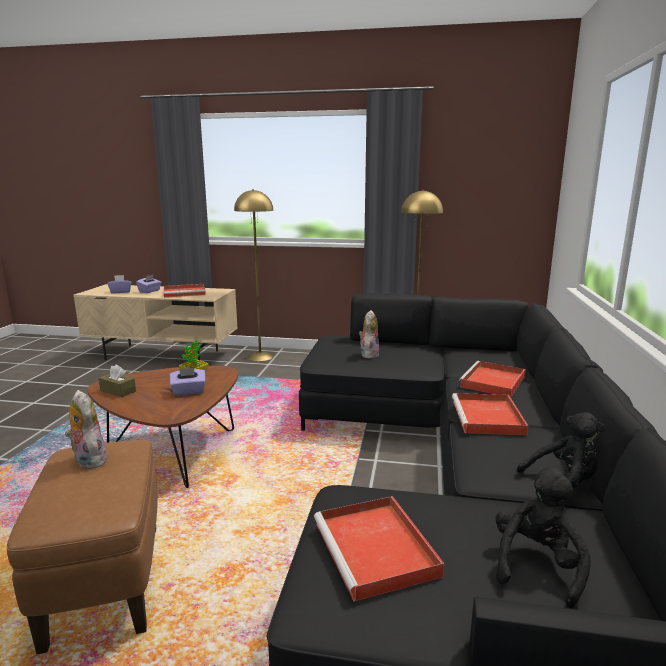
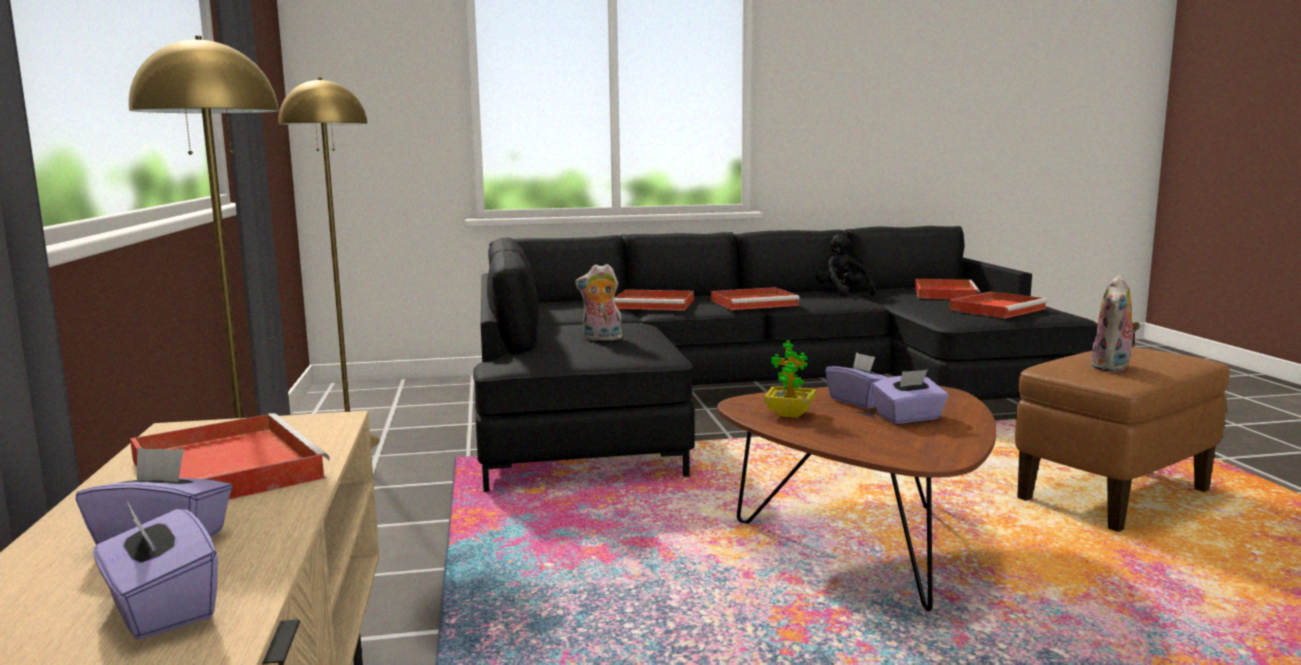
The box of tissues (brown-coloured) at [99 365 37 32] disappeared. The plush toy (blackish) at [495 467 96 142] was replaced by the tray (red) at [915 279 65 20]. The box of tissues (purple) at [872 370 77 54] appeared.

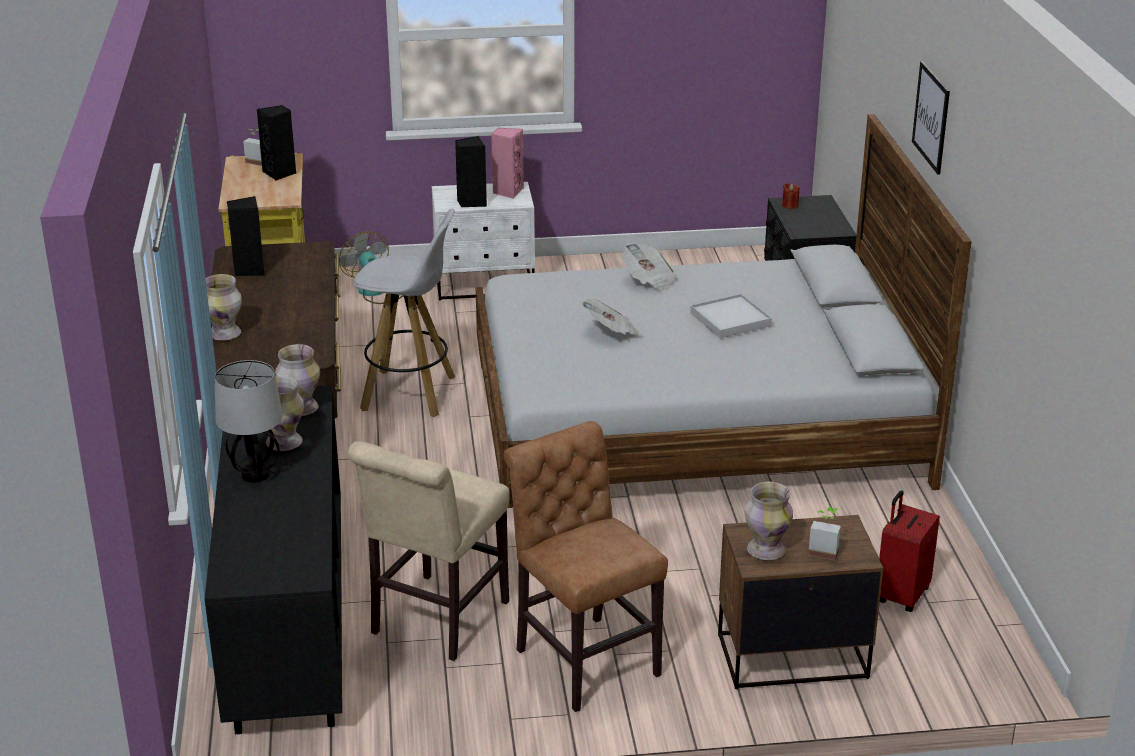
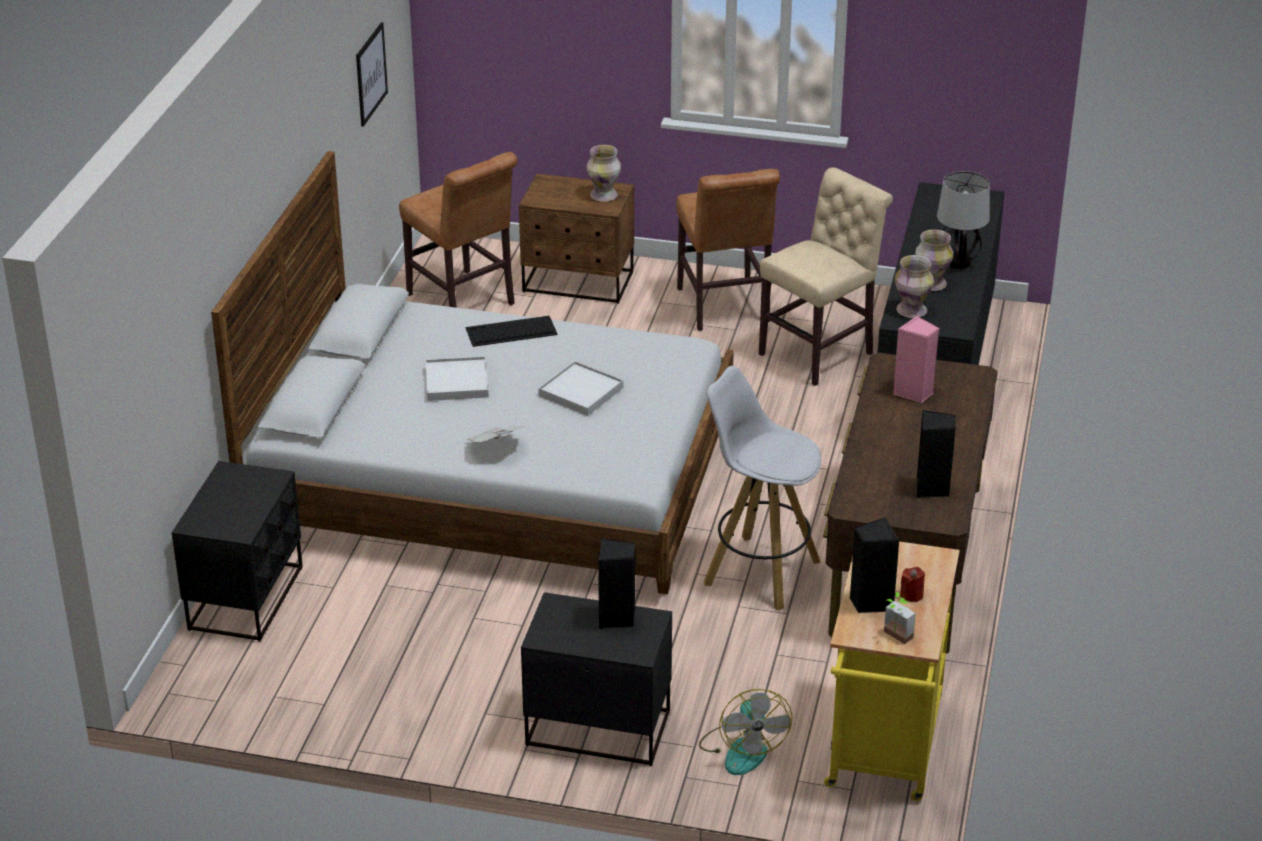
The wall art moved from [912 61 38 114] to [356 22 32 105]. The loudspeaker (pinkish) moved from [491 128 33 71] to [893 315 46 88]. The nightstand (white) at [432 182 103 118] became the nightstand (blackish) at [521 592 151 174]. The candle (red) moved from [782 183 18 26] to [900 567 25 35]. The decorative vase at [206 274 36 67] disappeared. The printed paper at [580 299 62 36] was replaced by the tray (white) at [538 361 85 55]. The suitcase (red) at [879 490 61 122] was replaced by the plain chair (brown-coloured) at [399 152 119 156]. The plant in a pot at [808 507 33 53] disappeared. The keyboard at [465 316 93 31] appeared.

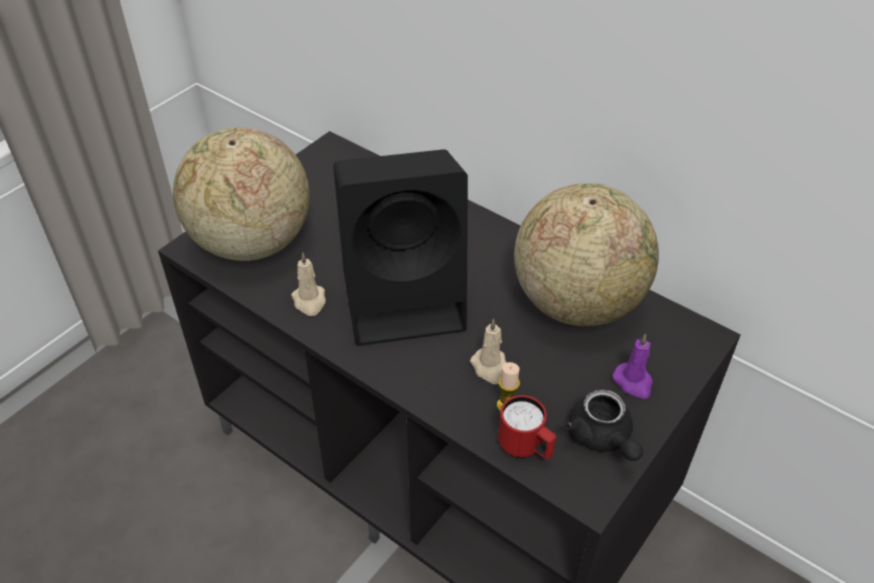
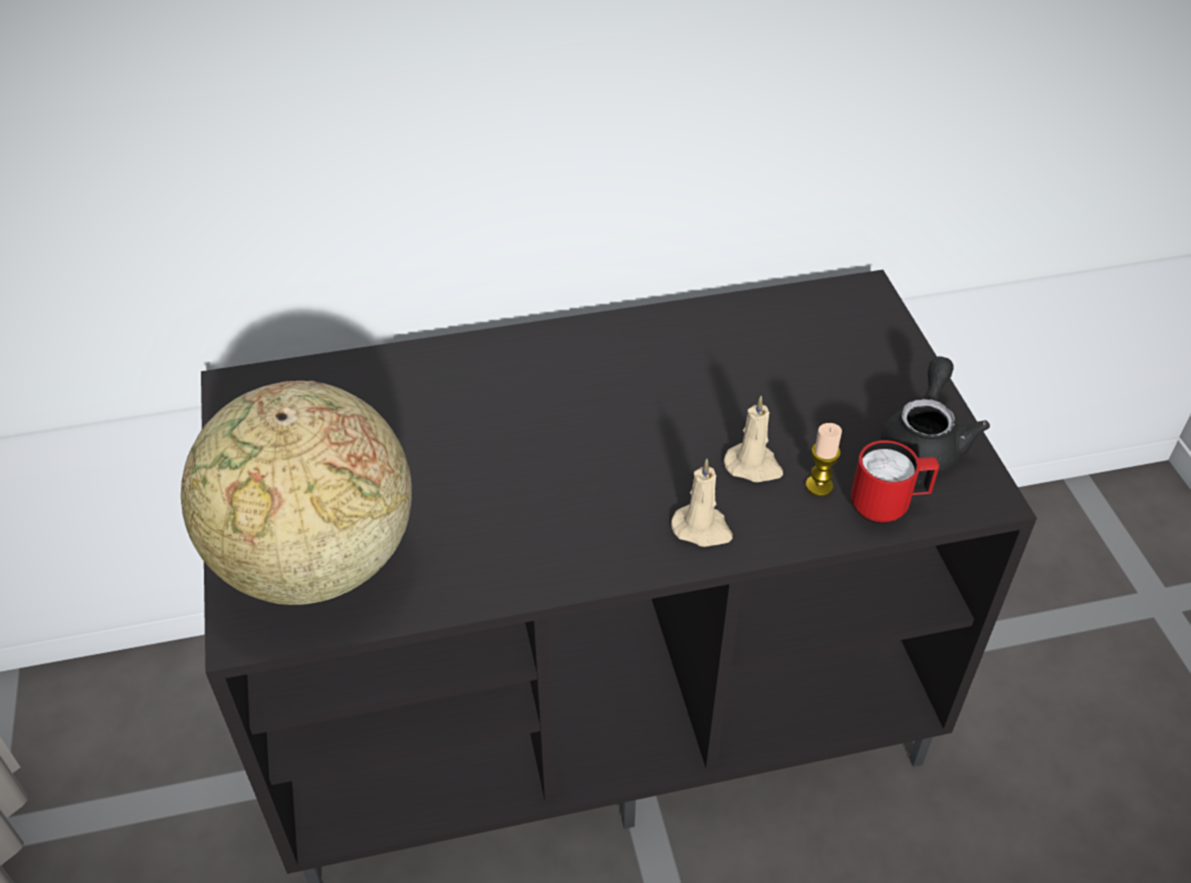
The loudspeaker (blackish) at [333 149 135 197] disappeared. The world globe at [514 183 145 143] disappeared. The candle (beige-coloured) moved from [291 252 35 64] to [671 459 62 88]. The candle (purple) at [613 334 40 65] disappeared. The tea pot (blackish) at [565 389 78 72] turned 90 degrees counterclockwise.

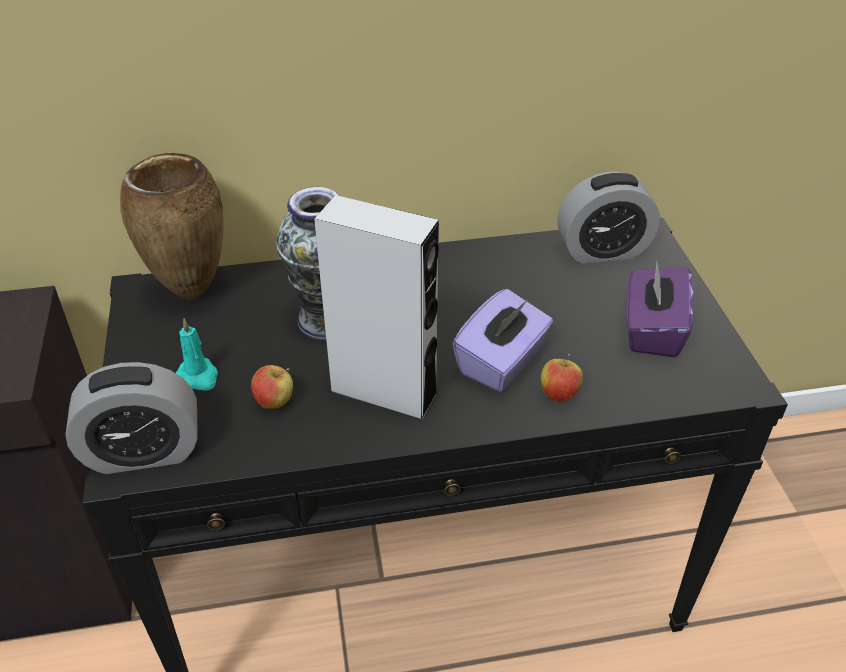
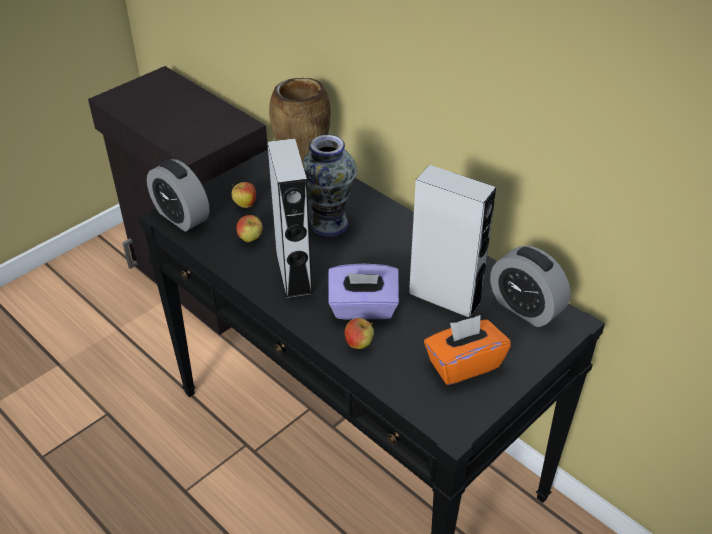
The box of tissues (purple) at [626 262 68 95] became the box of tissues (orange-coloured) at [424 315 87 70]. The candle (blue-green) at [176 319 42 72] was replaced by the apple at [231 182 25 26]. The loudspeaker (grey) at [408 165 88 154] appeared.

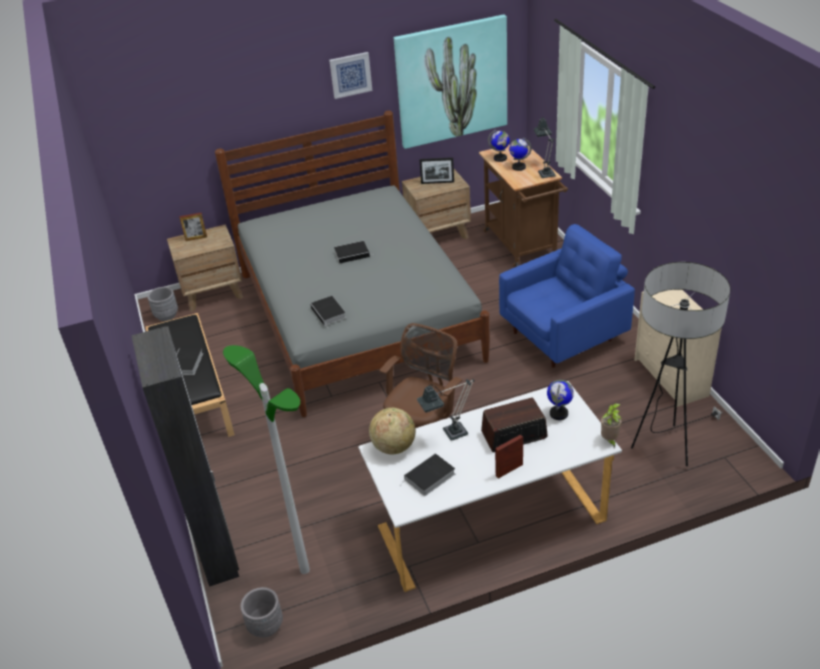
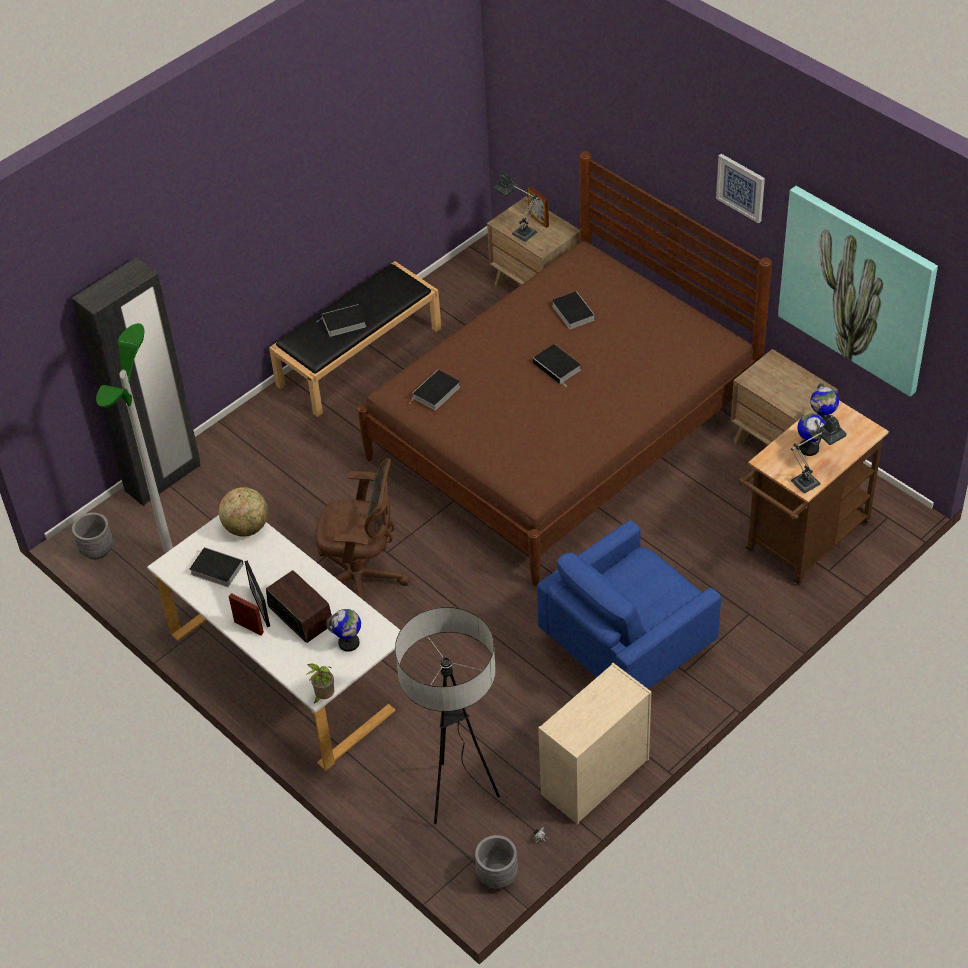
The bed (grey) at [215 111 275 306] became the bed (brown-coloured) at [358 151 414 435]. The standing frame moved from [420 157 34 27] to [244 560 26 67]. The armchair (bluish) at [499 224 136 144] turned 105 degrees clockwise. The planter (grey) moved from [147 287 31 34] to [475 835 43 53]. The table lamp moved from [417 379 57 62] to [492 172 48 70]. The bound book at [552 291 43 38] appeared.

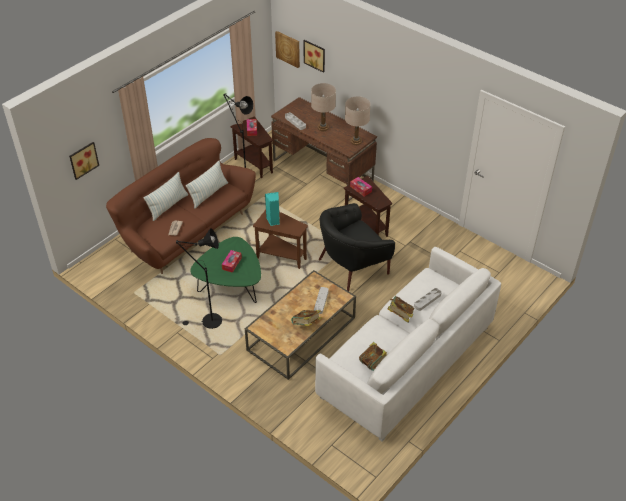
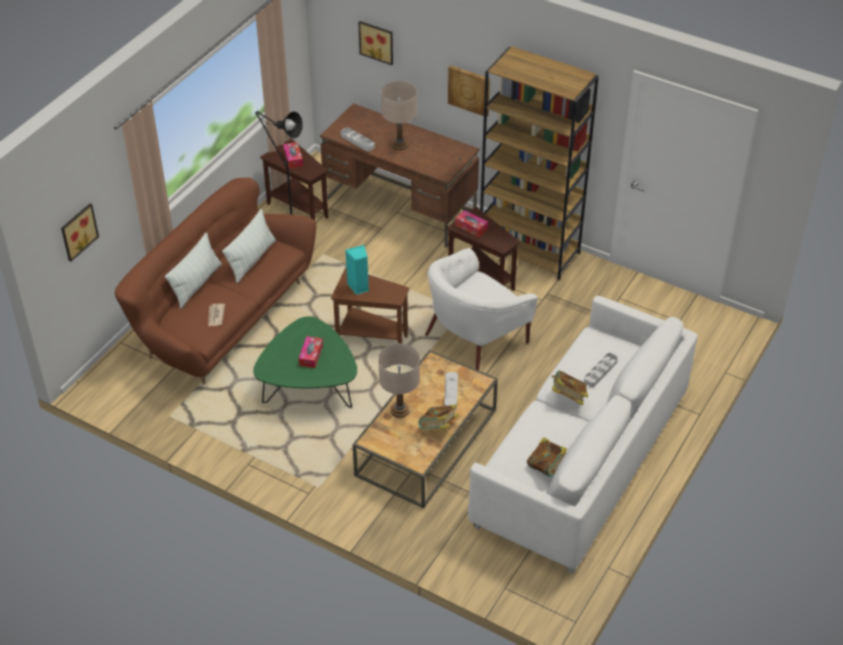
The wall art moved from [275 31 25 37] to [448 65 42 51]. The table lamp (beige-coloured) moved from [345 96 26 49] to [378 343 42 75]. The armchair (blackish) at [319 203 76 88] became the armchair (white) at [425 248 113 123]. The standard lamp (blackish) at [176 228 46 101] disappeared. The shelving unit (brown-coloured) at [479 46 120 234] appeared.

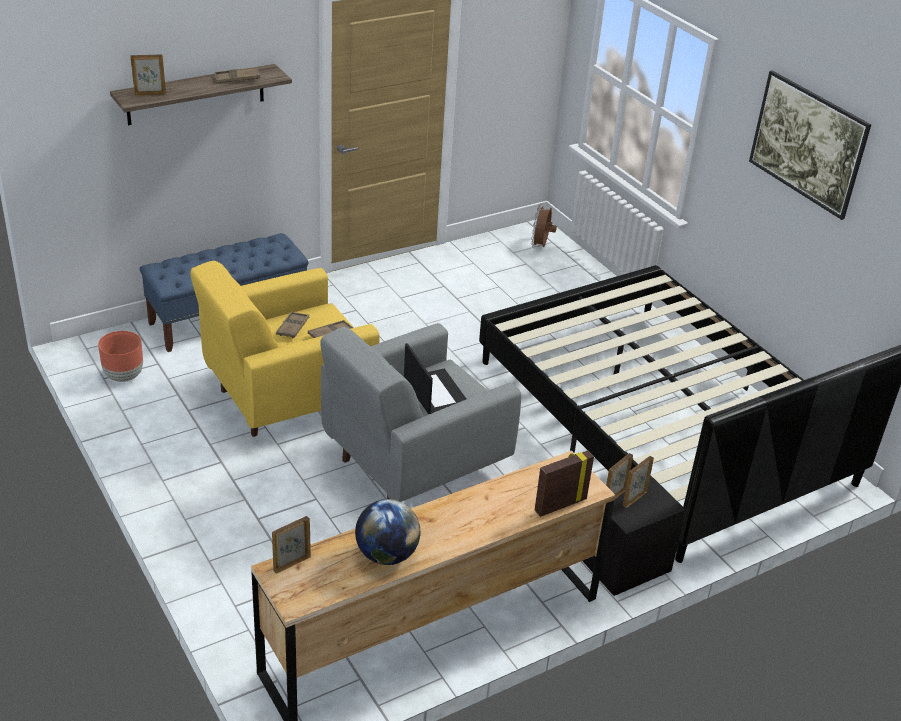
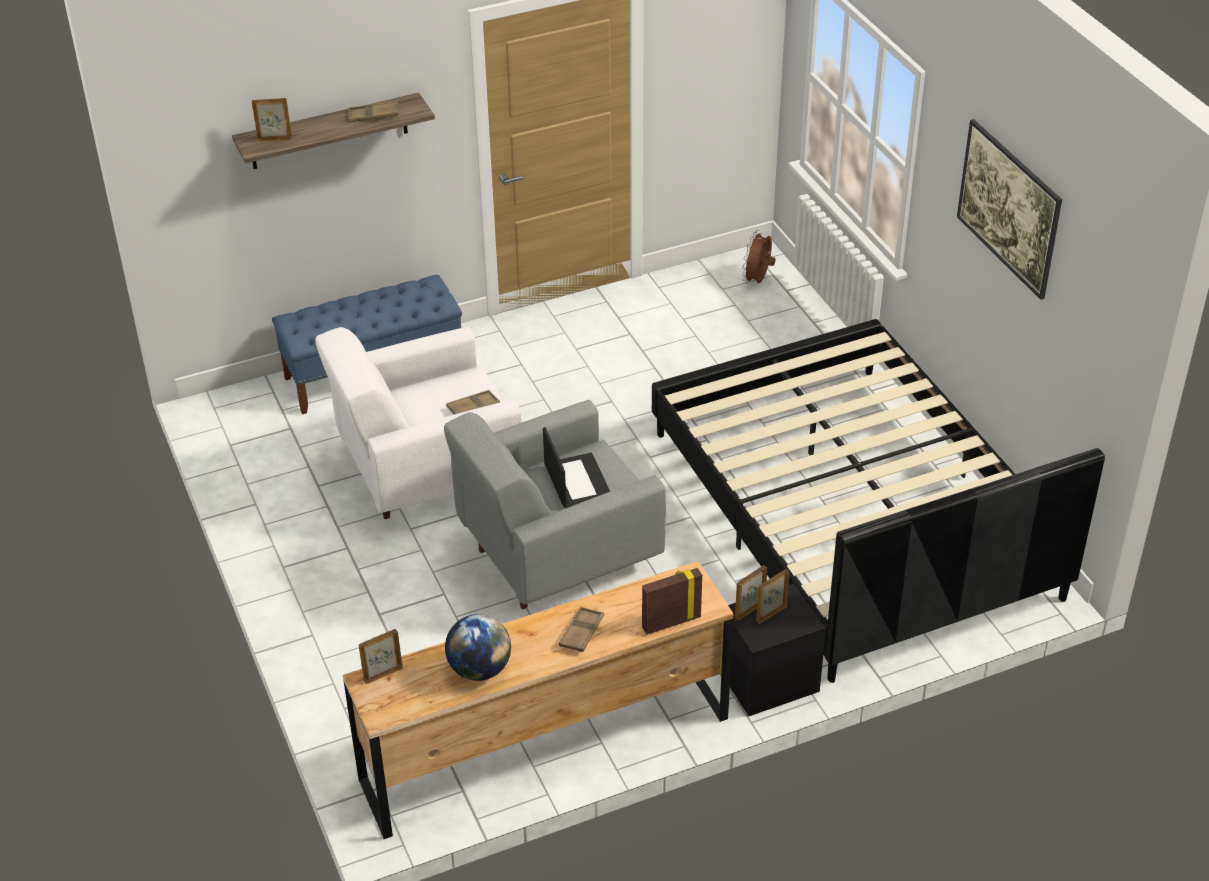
The armchair (yellowish) at [190 261 189 176] became the armchair (white) at [315 327 207 192]. The tray (brown-coloured) moved from [276 312 33 26] to [559 606 45 46]. The planter (brown-coloured) at [98 331 45 51] disappeared.

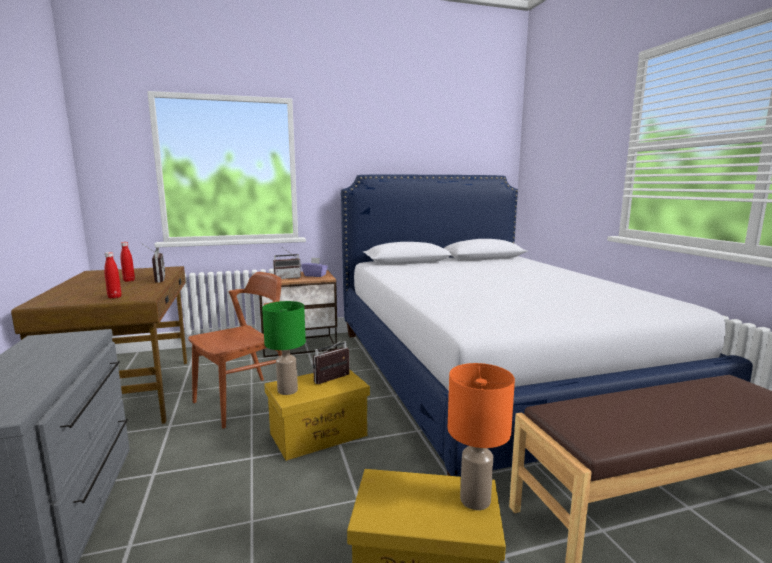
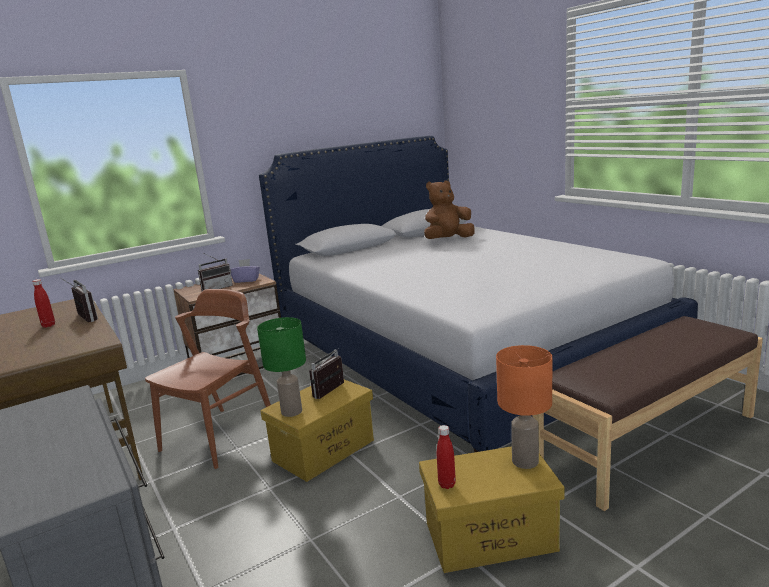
The drink bottle (red) moved from [104 252 17 46] to [437 425 19 64]. The plush toy (brown-coloured) at [424 181 51 58] appeared.

